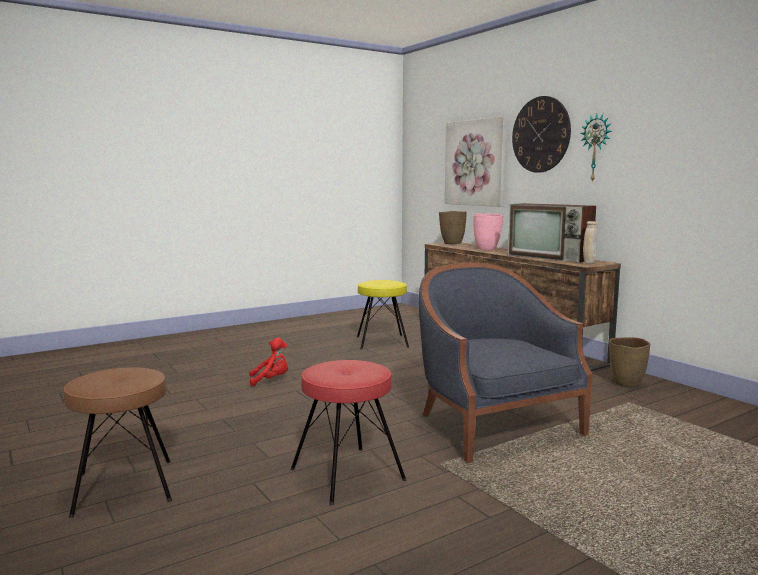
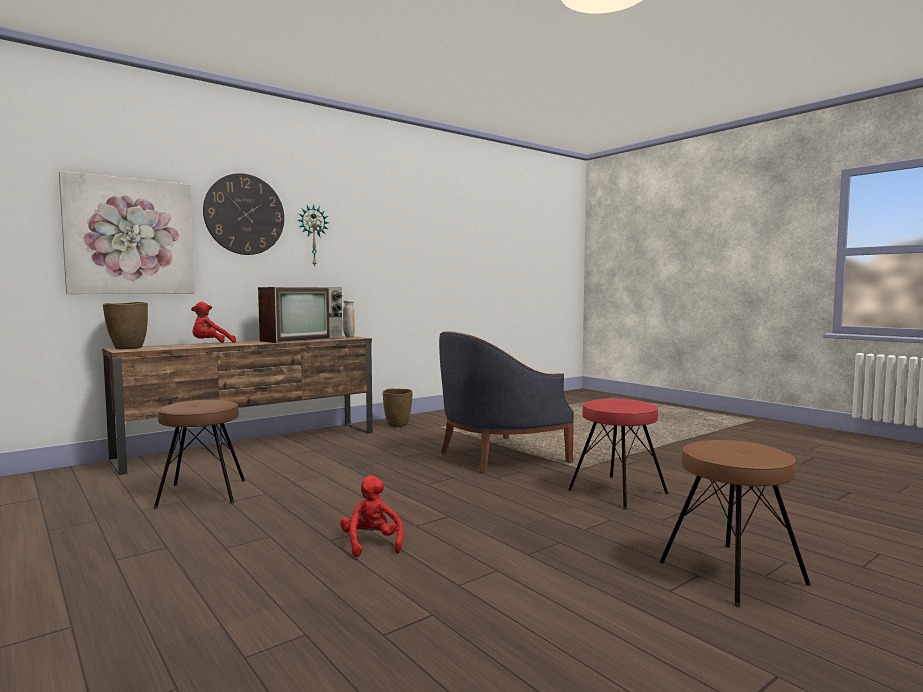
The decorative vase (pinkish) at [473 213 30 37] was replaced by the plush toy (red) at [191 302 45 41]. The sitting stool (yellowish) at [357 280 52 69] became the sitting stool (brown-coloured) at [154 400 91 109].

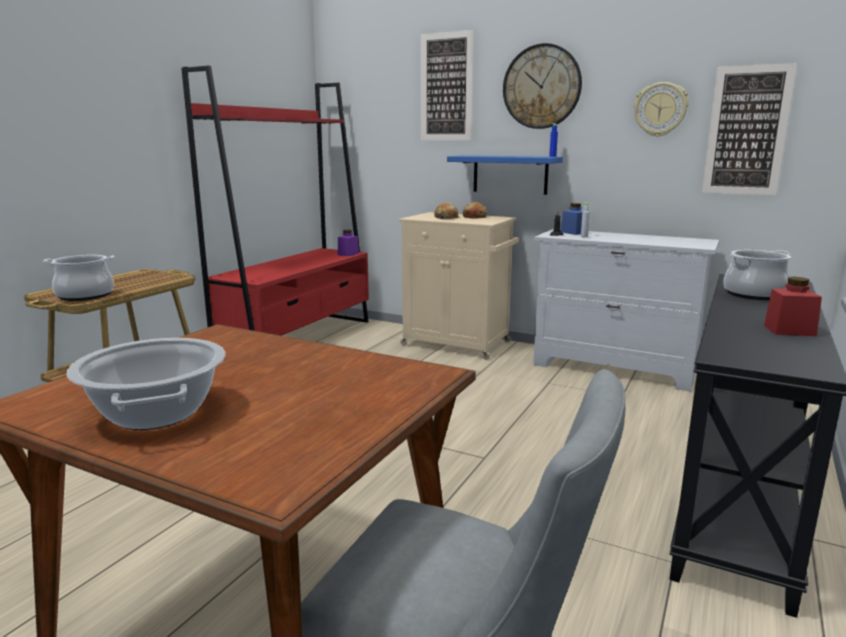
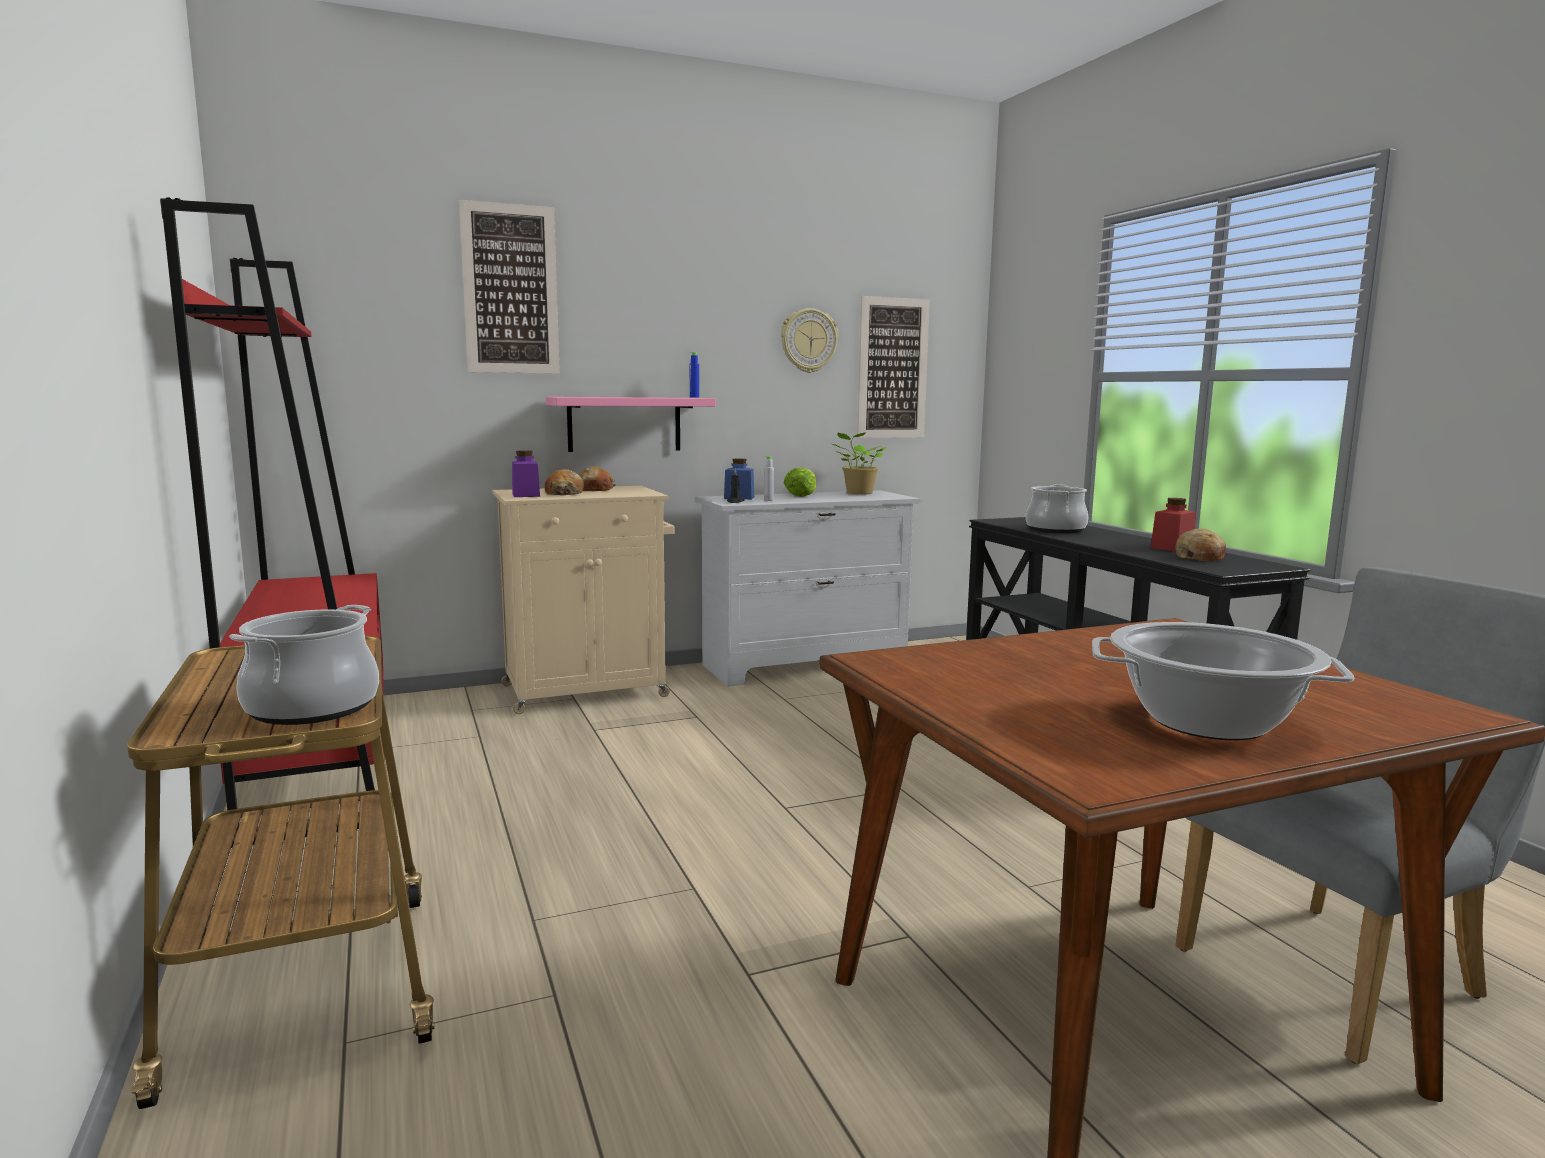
The clock on the wall at [503 43 79 86] disappeared. The bracket shelf (bluish) at [447 155 116 40] became the bracket shelf (pinkish) at [546 397 170 55]. The preserve jar (purple) moved from [338 230 21 26] to [512 450 28 47]. The plant in a pot at [833 432 54 63] appeared. The head of lettuce at [784 468 32 29] appeared. The bakery bread at [1175 529 51 32] appeared.

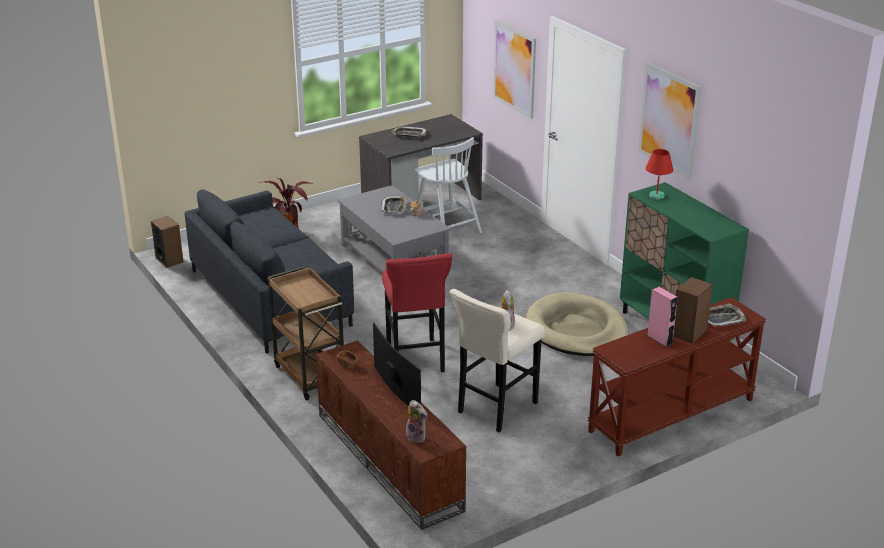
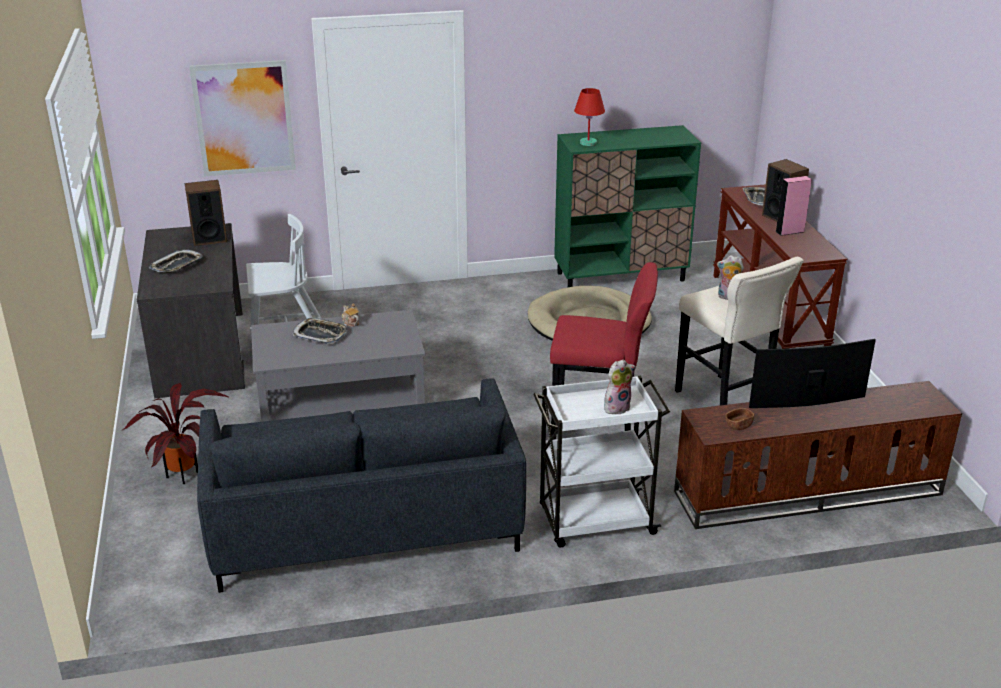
The wall art at [638 62 64 117] disappeared. The loudspeaker moved from [151 216 32 52] to [185 180 42 66]. The trolley (brown-coloured) at [268 266 76 134] became the trolley (white) at [533 376 137 171]. The plush toy moved from [406 400 21 43] to [604 359 32 55].

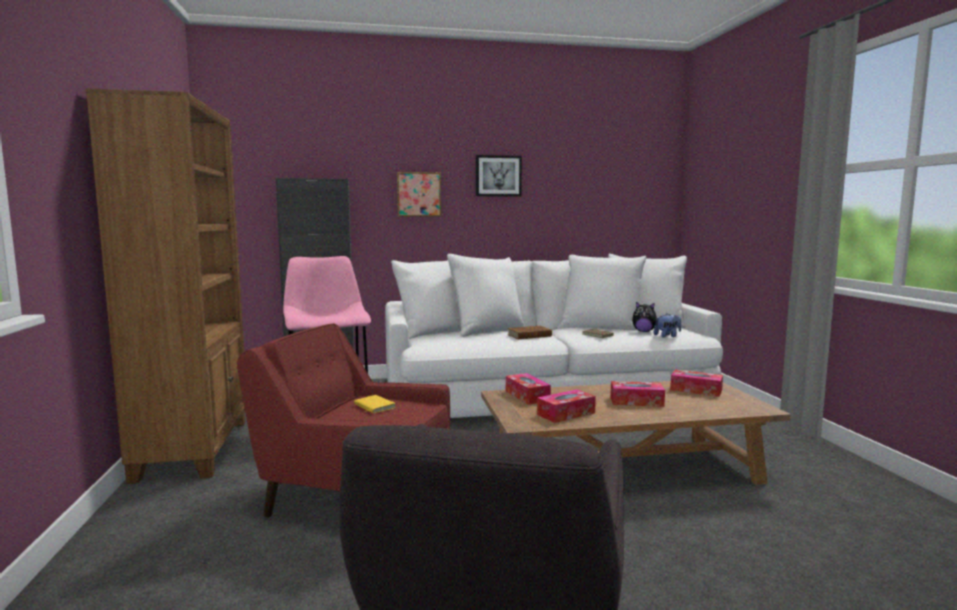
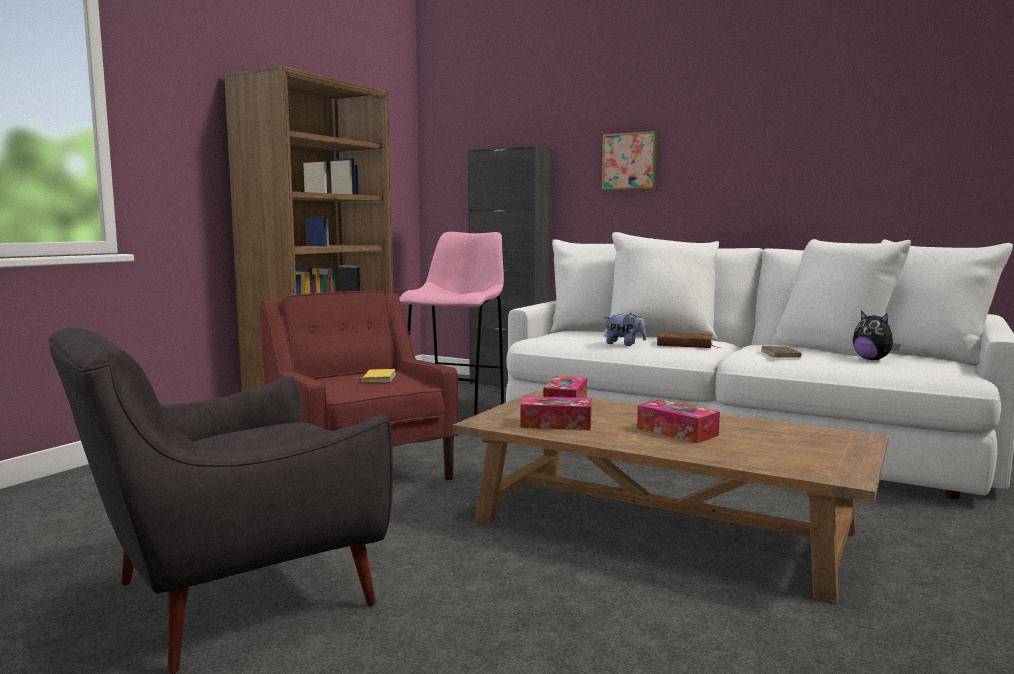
The wall art at [476 155 46 42] disappeared. The plush toy moved from [654 313 27 25] to [604 313 42 33]. The box of tissues at [670 370 53 27] disappeared.

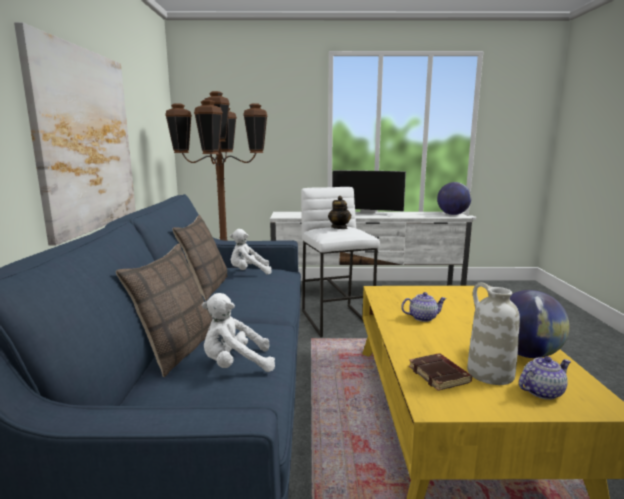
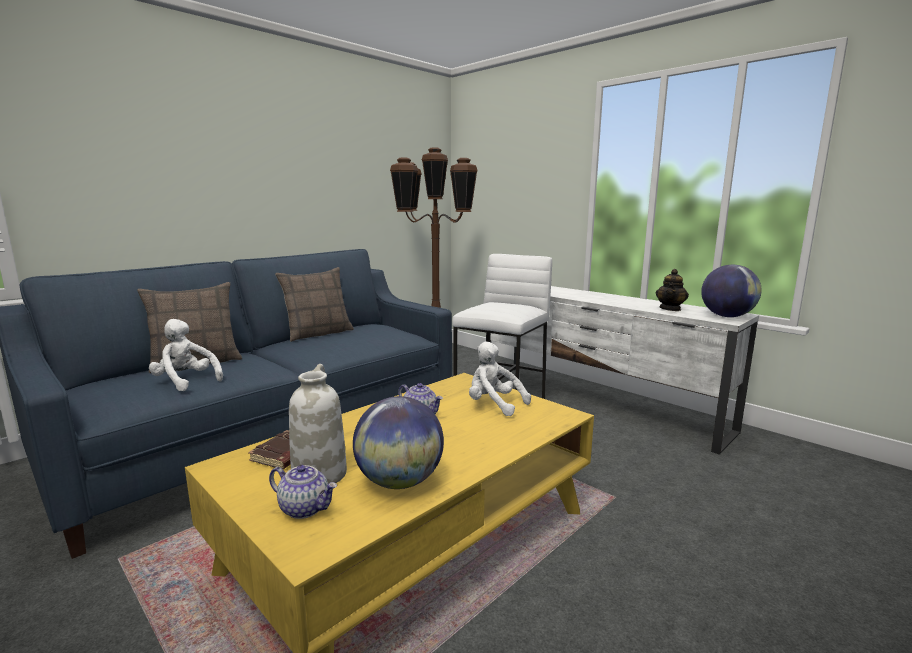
The wall art at [14 22 122 224] disappeared. The TV set at [332 170 74 46] disappeared. The tea pot moved from [328 196 23 33] to [656 269 33 42]. The plush toy (white) moved from [230 229 42 46] to [469 341 62 75].

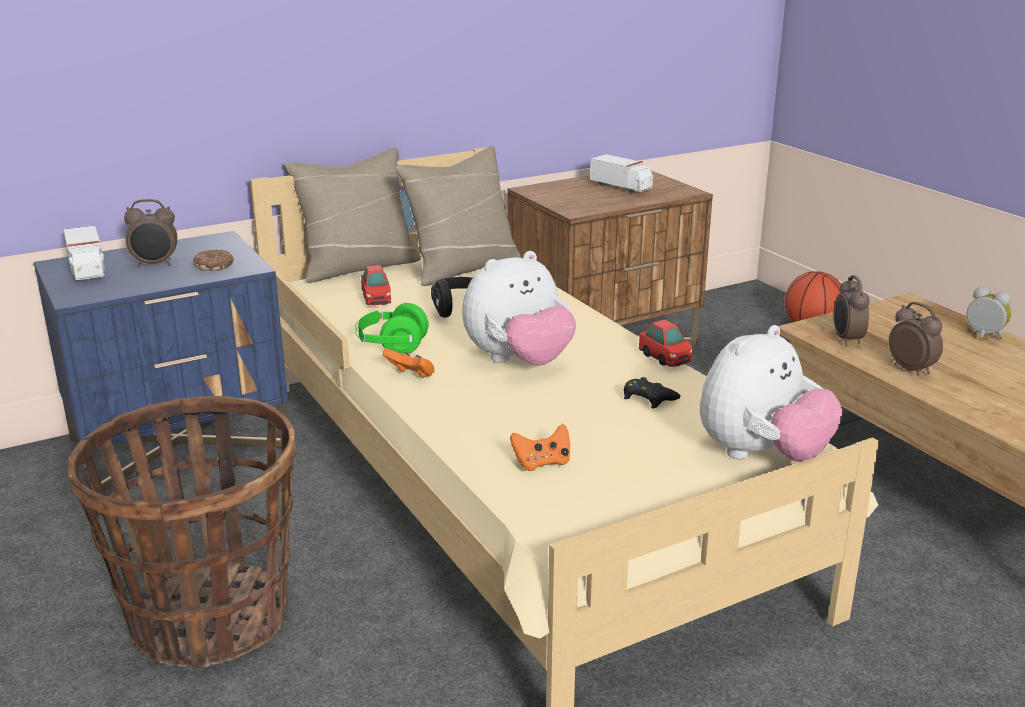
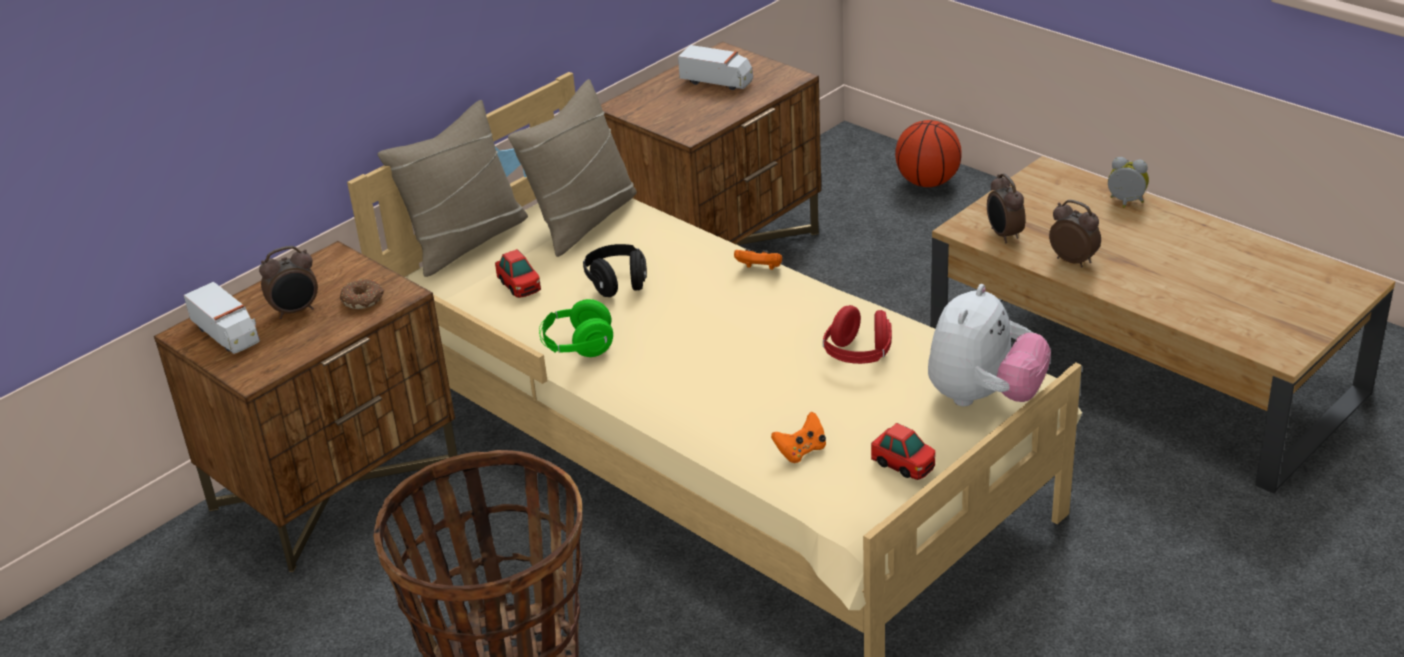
The nightstand (bluish) at [34 231 254 260] became the nightstand (brown-coloured) at [154 241 303 331]. The plush toy at [462 251 114 115] disappeared. The miniature car moved from [639 319 53 48] to [871 423 64 57]. The gamepad (orange-coloured) moved from [383 348 52 30] to [734 249 48 21]. The gamepad (blackish) at [624 377 57 32] was replaced by the pair of headphones (red) at [823 305 69 59].

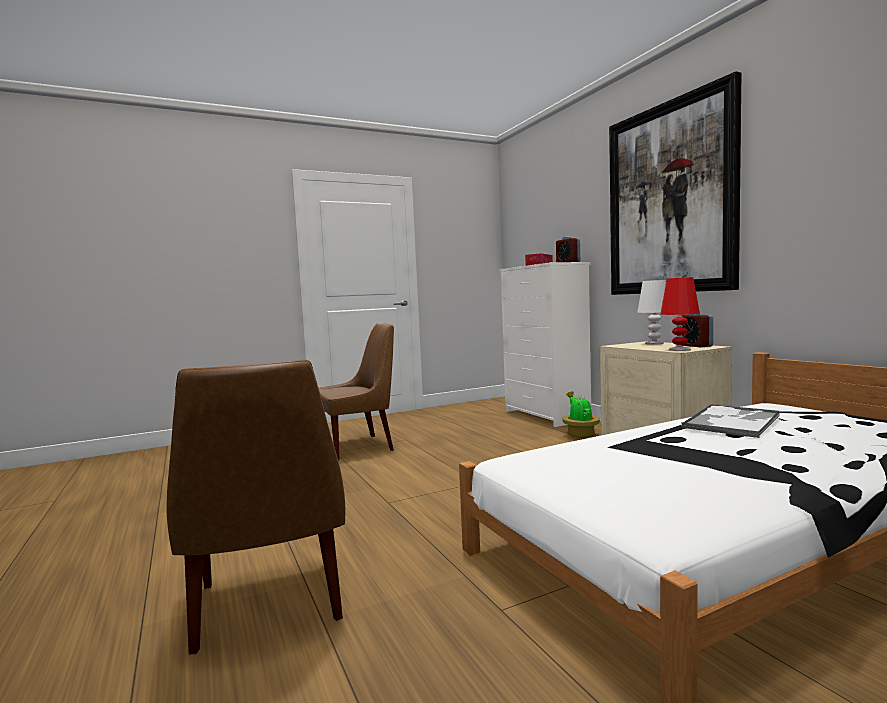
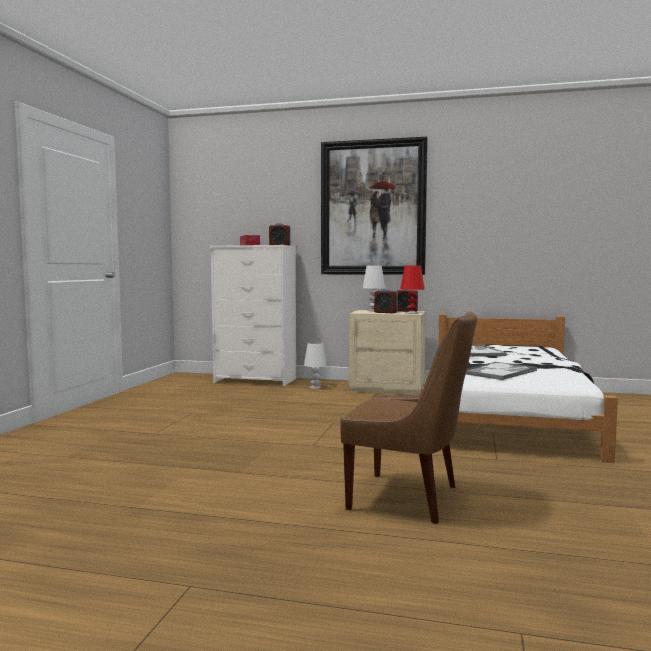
The plain chair (brown-coloured) at [319 324 75 136] disappeared. The plant in a pot at [562 391 38 47] was replaced by the table lamp (white) at [304 342 23 47]. The bedside clock at [374 289 24 24] appeared. The tray at [466 362 71 18] appeared.

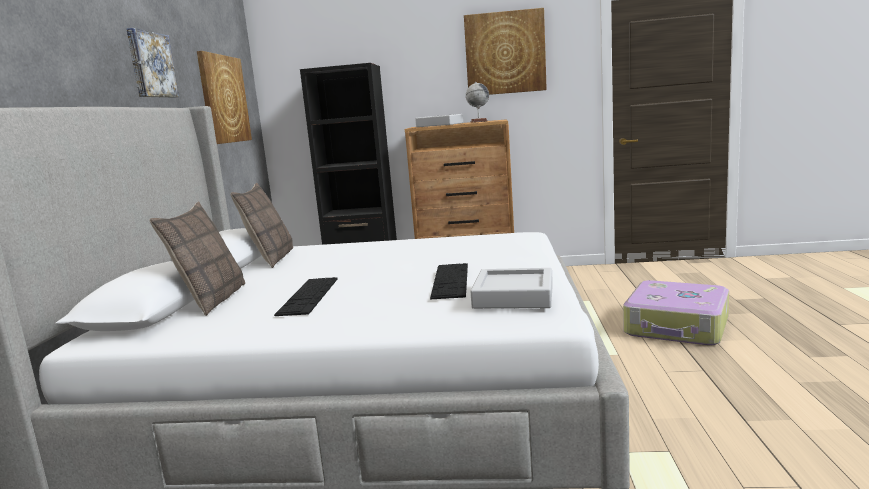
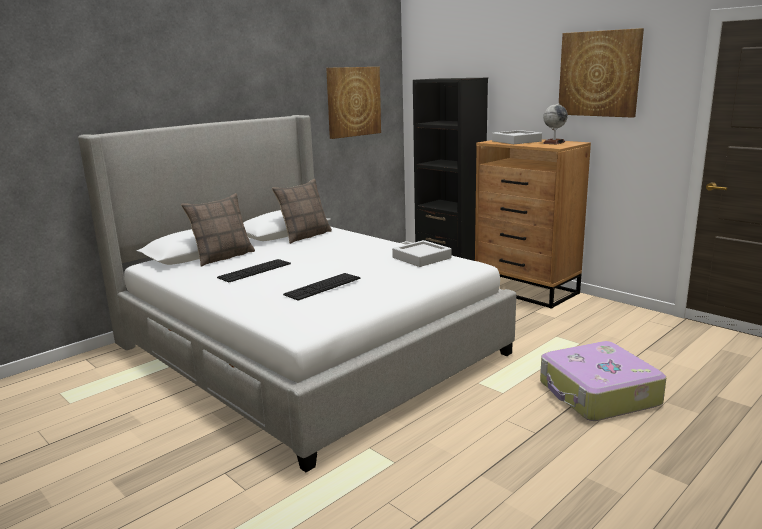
The wall art at [126 28 53 70] disappeared. The tray (grey) moved from [470 268 83 41] to [392 240 60 27].

